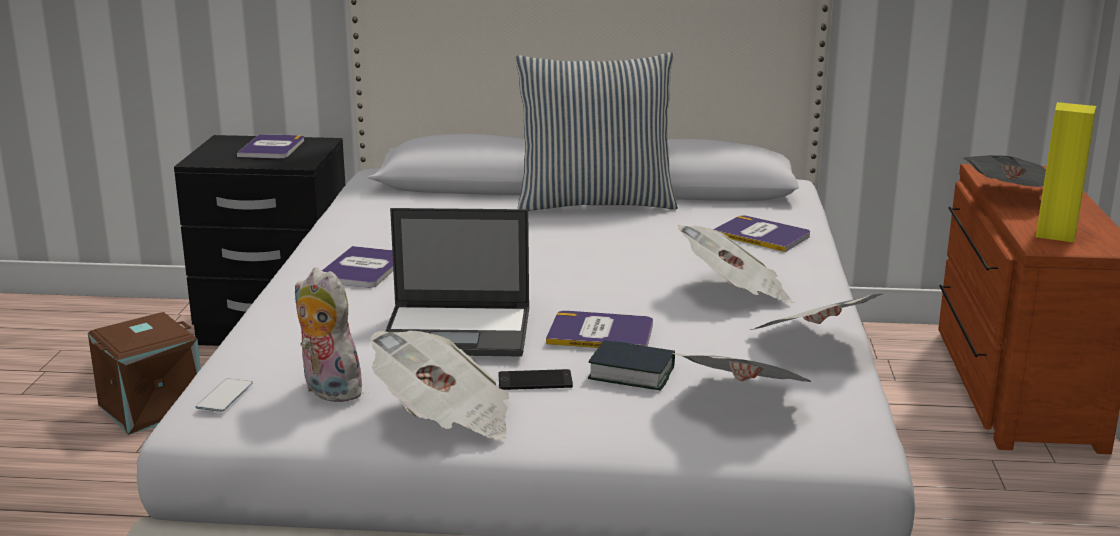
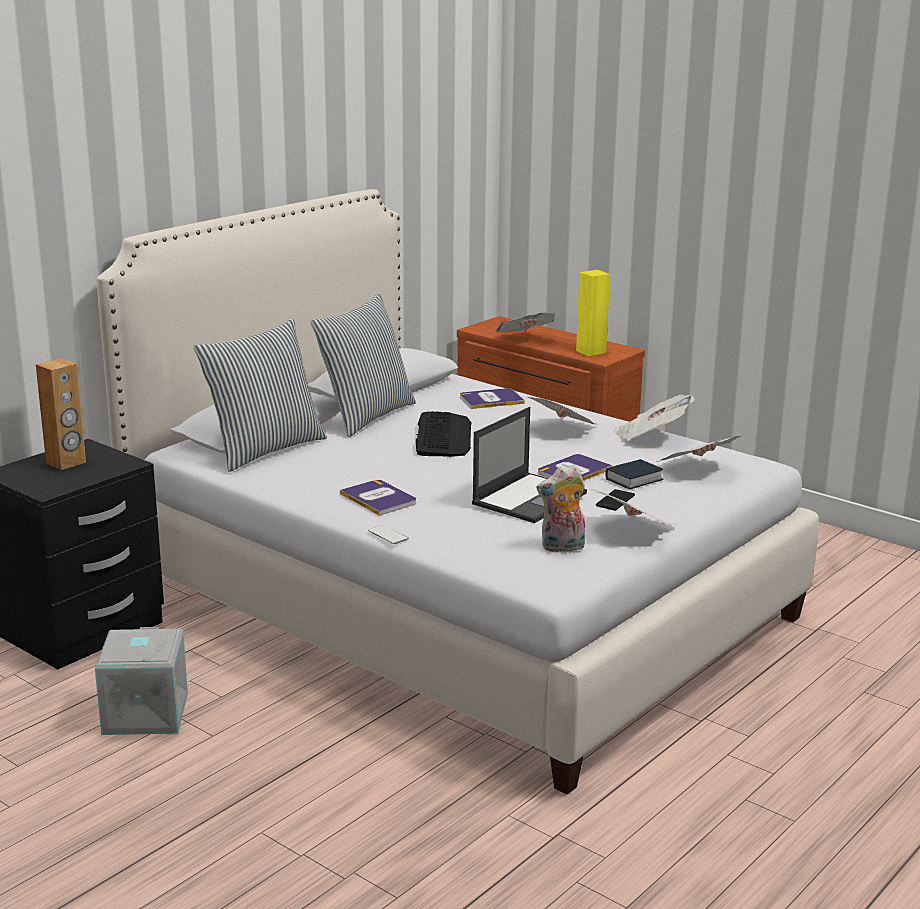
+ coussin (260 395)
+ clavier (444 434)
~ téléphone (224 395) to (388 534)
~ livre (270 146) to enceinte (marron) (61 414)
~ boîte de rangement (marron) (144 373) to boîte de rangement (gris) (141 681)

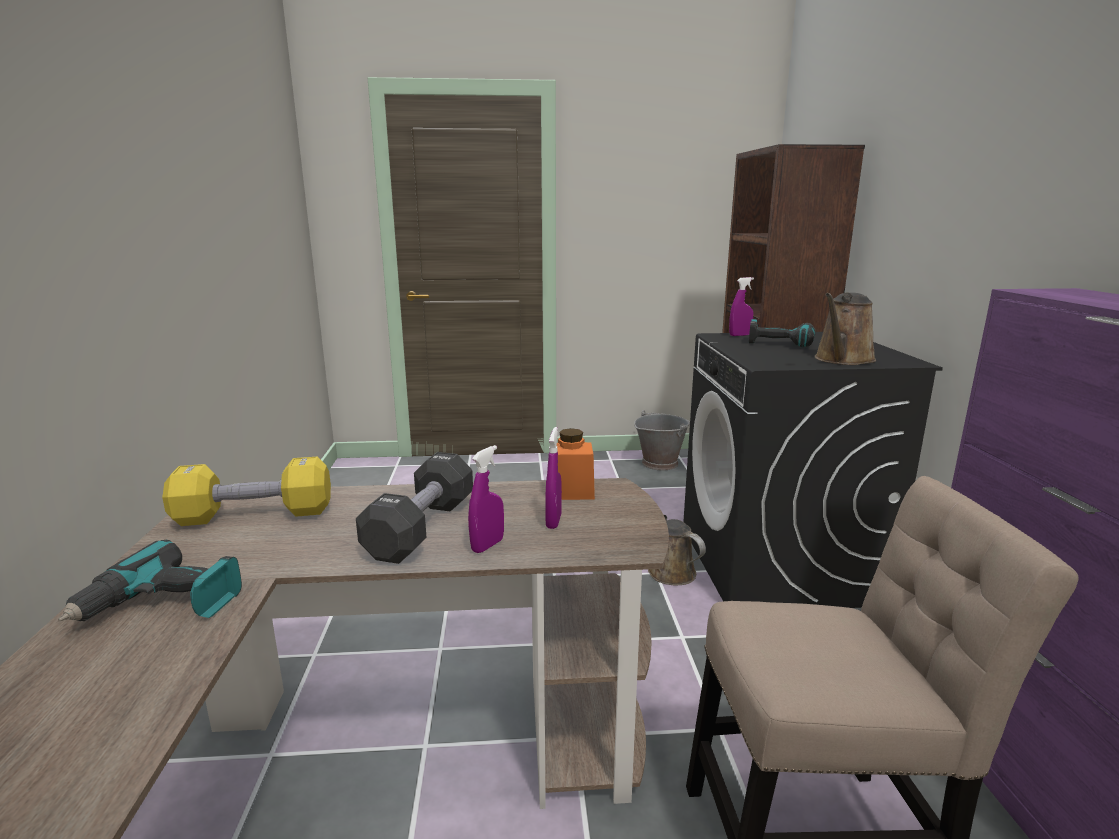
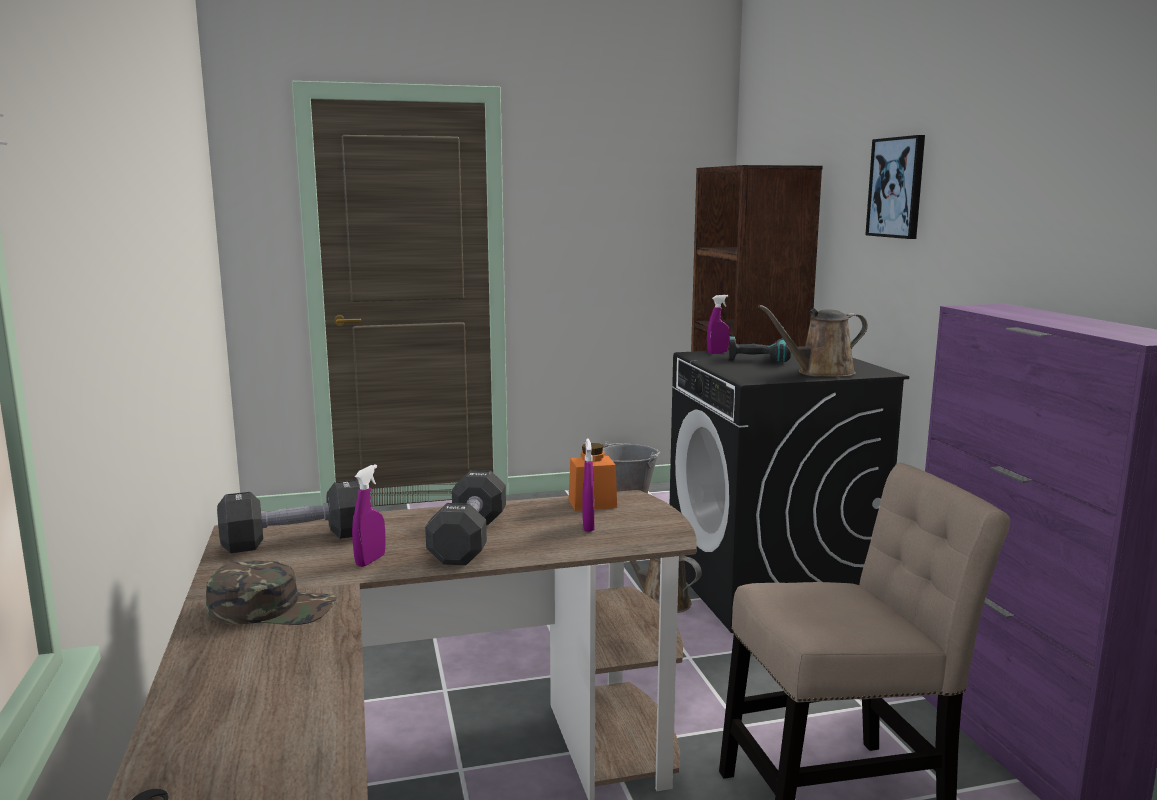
+ tableau (895 187)
~ vaporisateur (violet) (486 499) to (369 515)
~ perceuse (150 581) to casquette (vert) (271 592)
~ haltère (jaune) (246 491) to haltère (noir) (288 516)
~ arrosoir (marron) (845 328) = (813 341) 45 degrees clockwise

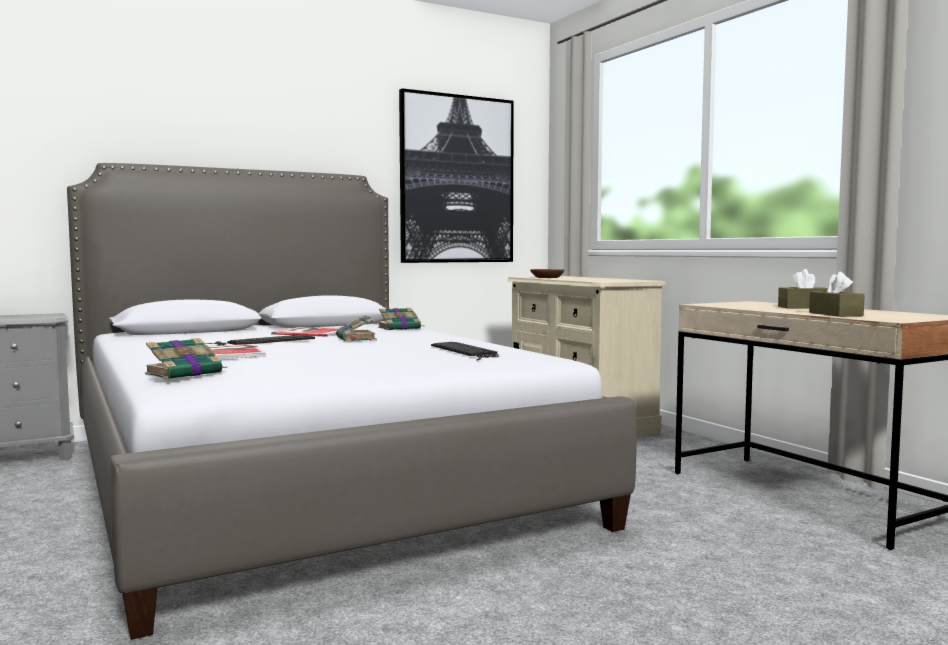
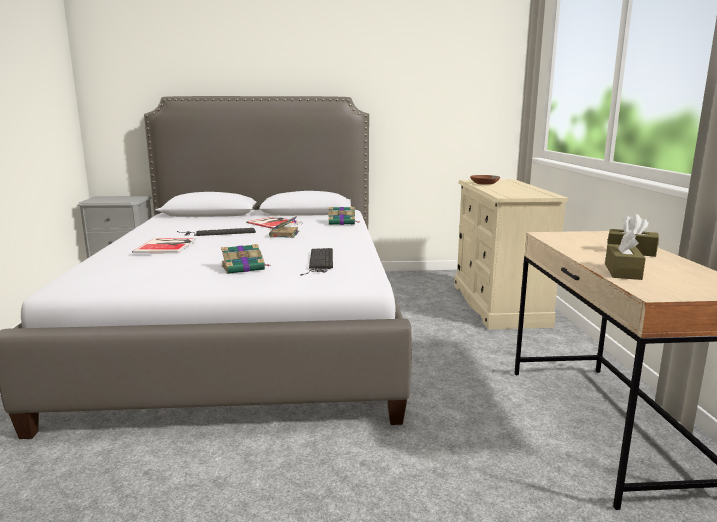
- tableau (456 175)
~ livre (186 358) to (245 259)

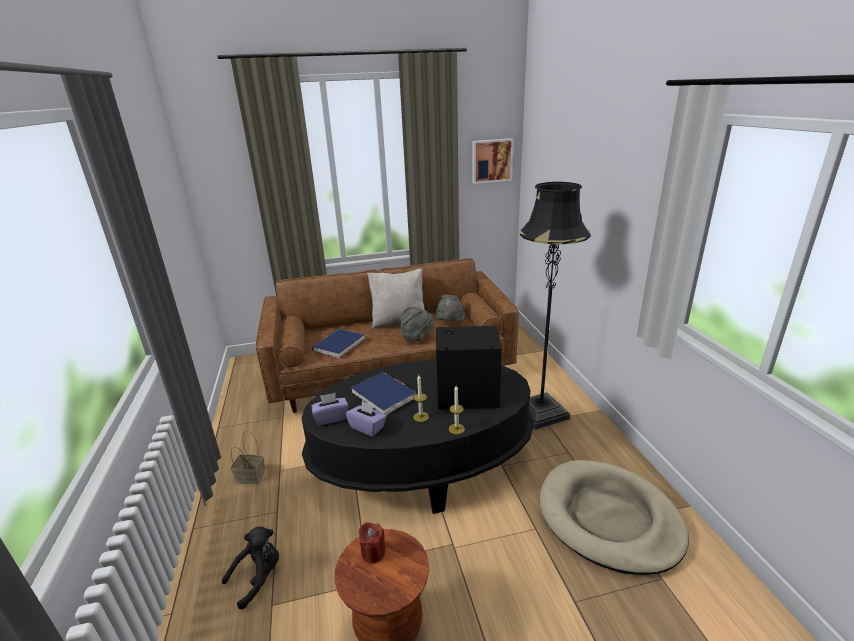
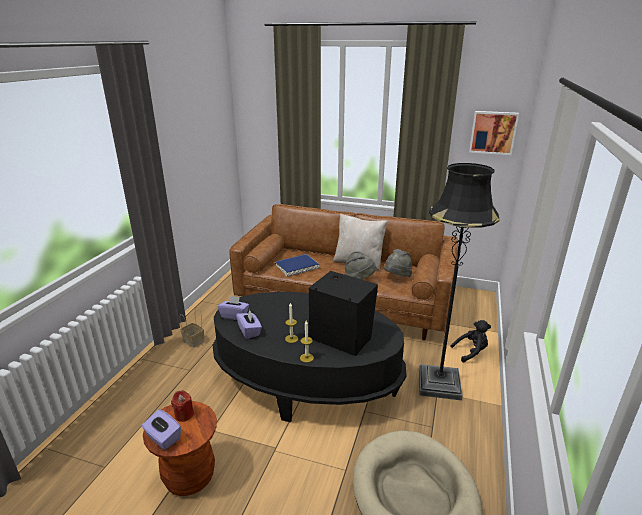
- livre (bleu) (384 393)
+ boîte à mouchoirs (violet) (161 429)
~ peluche (noir) (250 568) to (471 341)

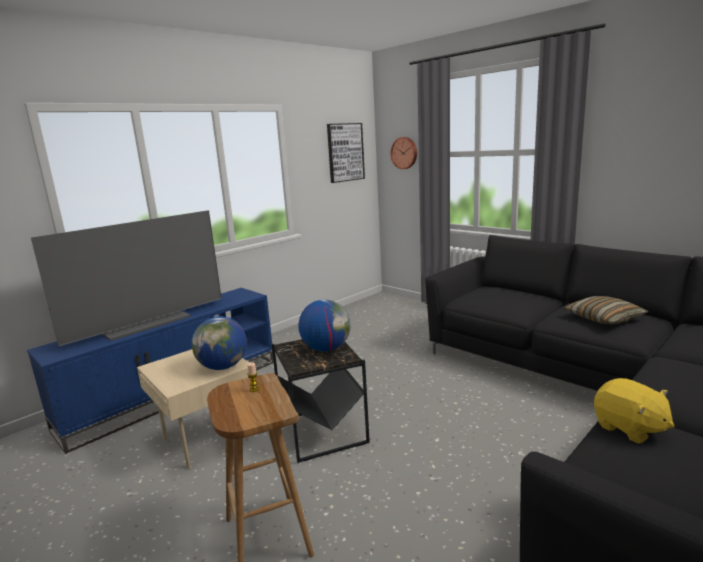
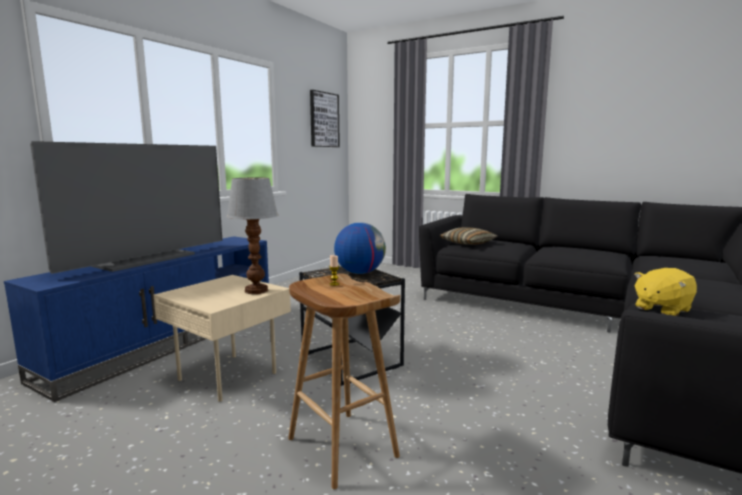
- horloge murale (403 153)
~ coussin (607 310) to (469 236)
~ globe (219 343) to lampe de table (252 235)
~ peluche (jaune) (634 411) = (665 292) 105 degrees clockwise

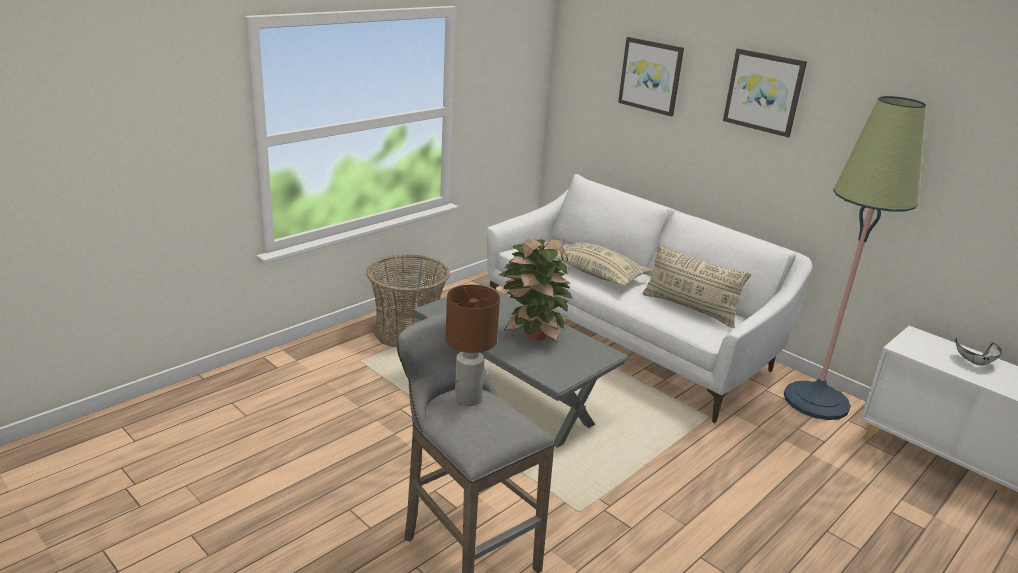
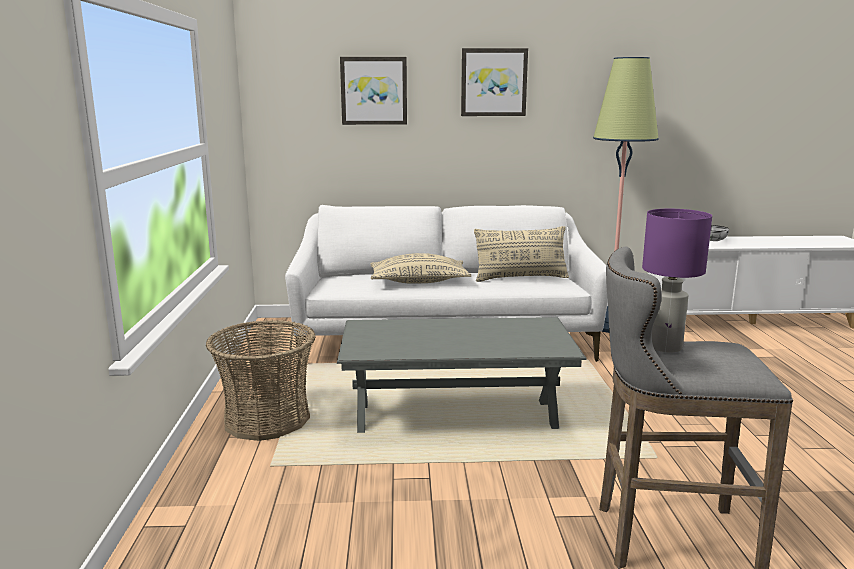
- plante en pot (536 290)
~ lampe de table (marron) (472 345) to lampe de table (violet) (677 281)

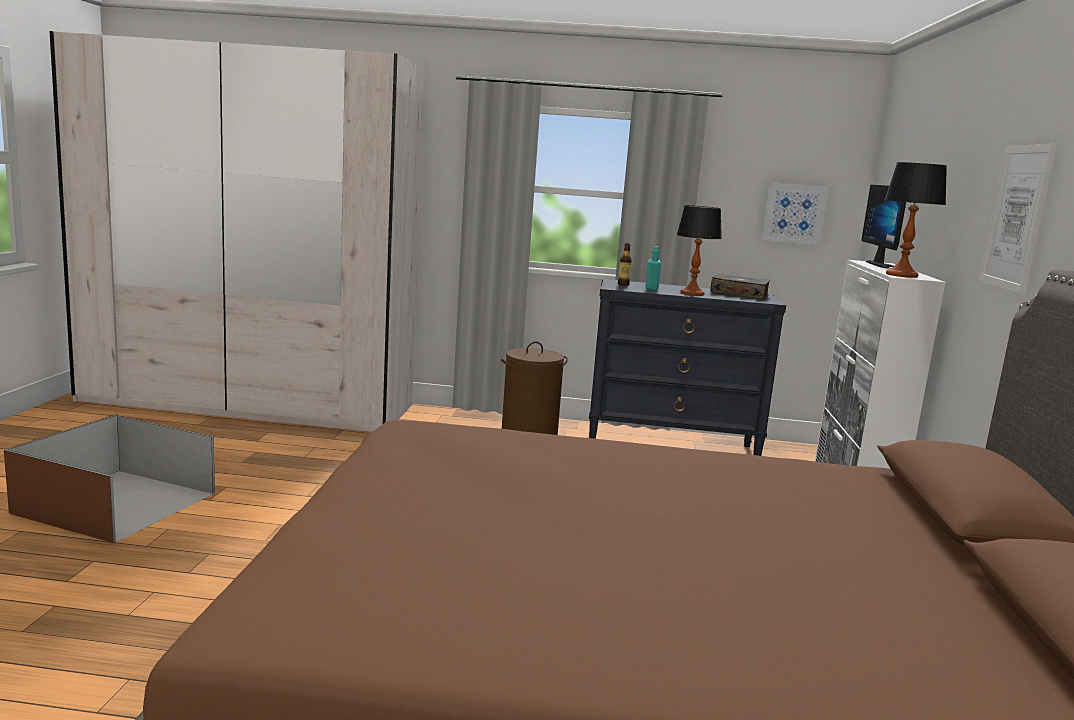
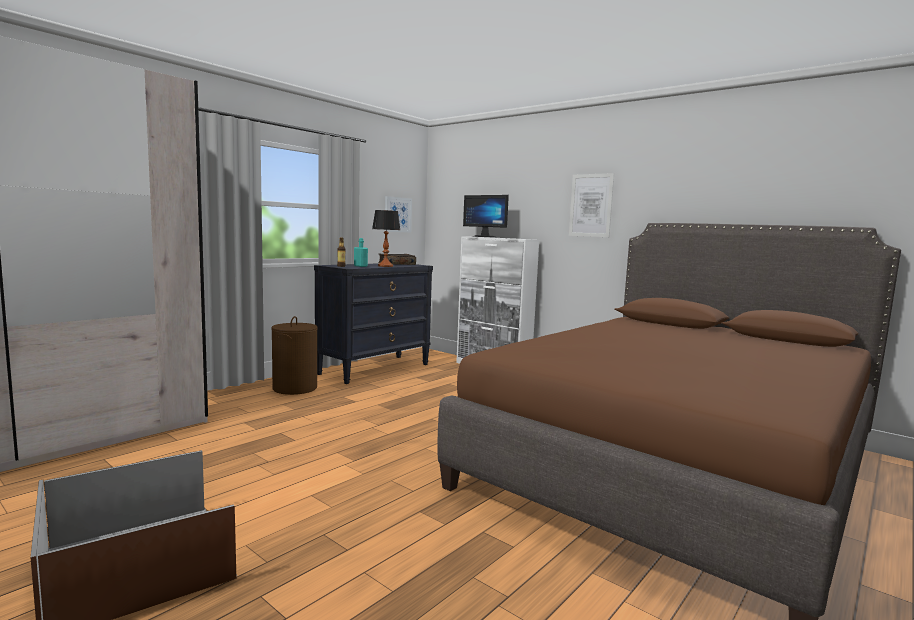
- lampe de table (916 220)

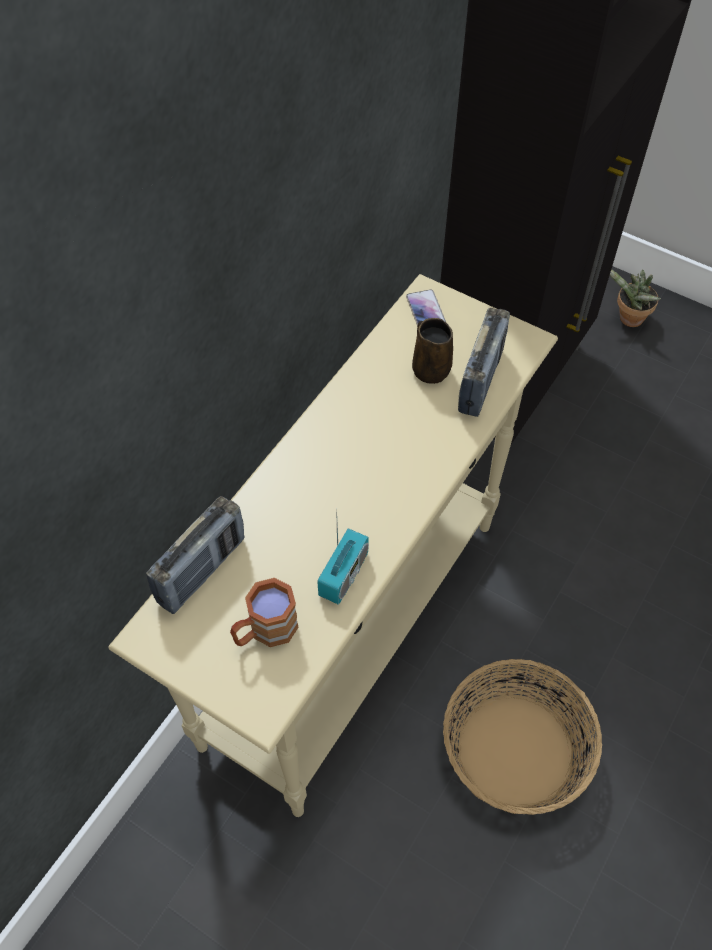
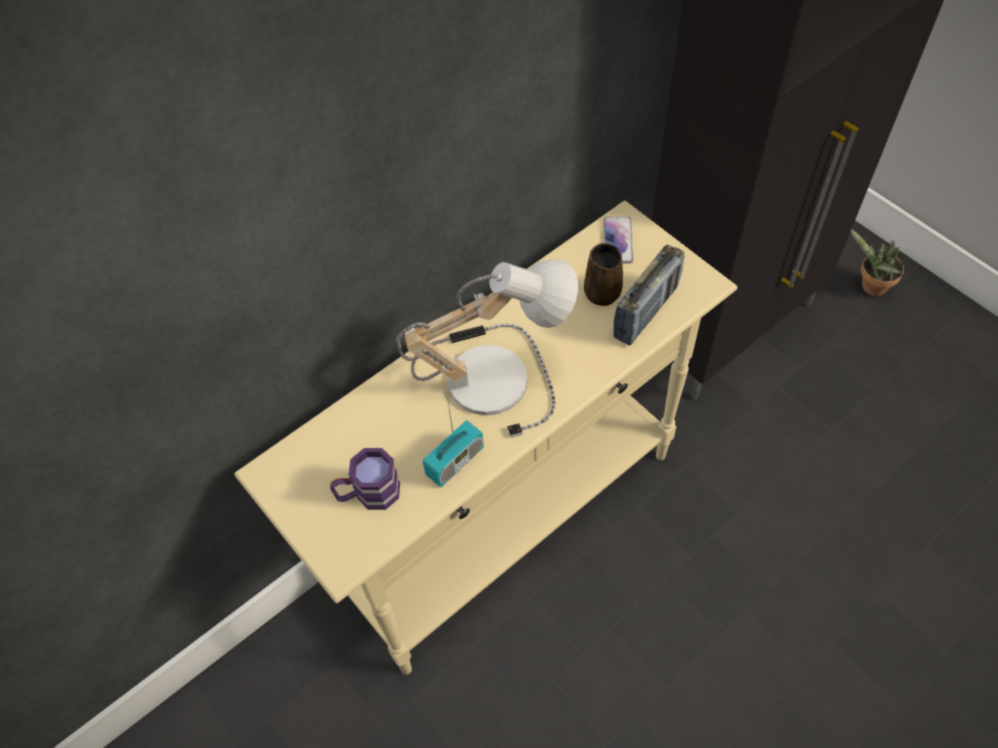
- radio (195 555)
- panier (522 737)
+ lampe de table (487 348)
~ mug (marron) (264 612) to mug (violet) (365 479)

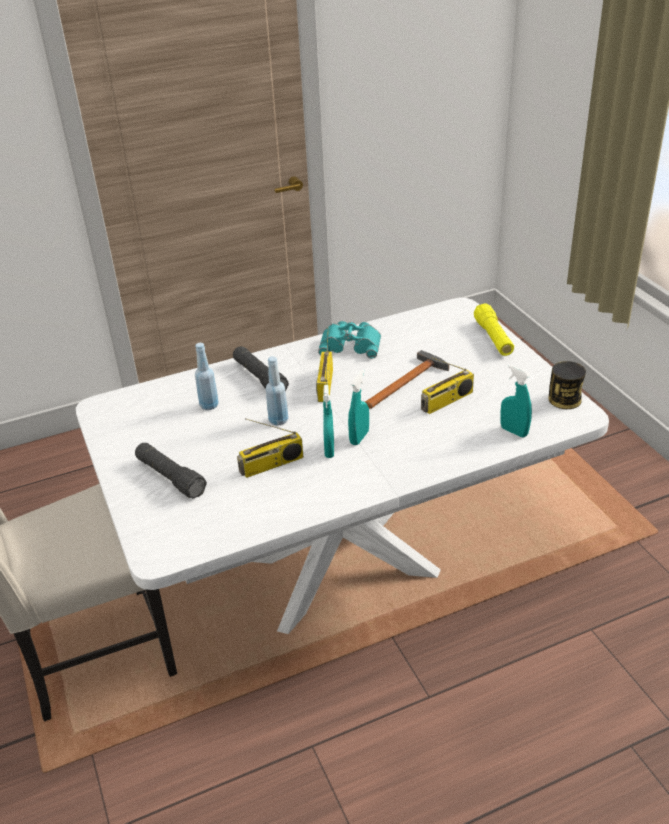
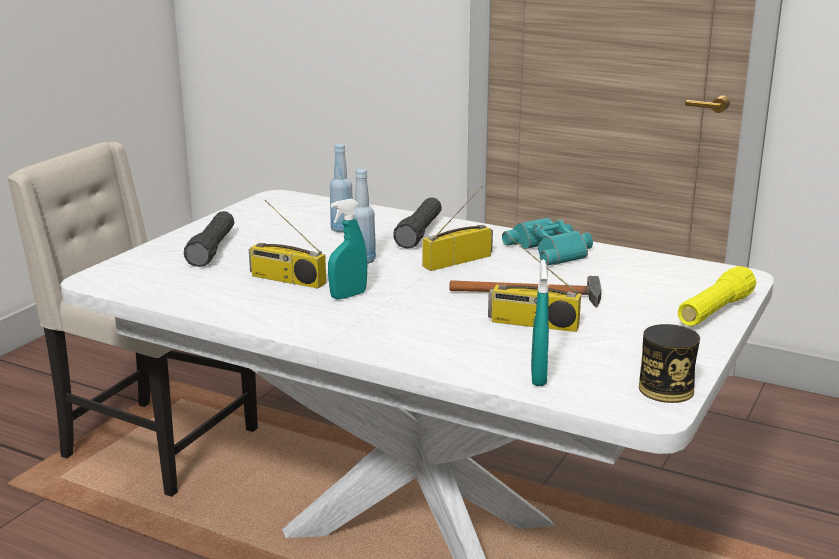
- vaporisateur (turquoise) (358 407)

